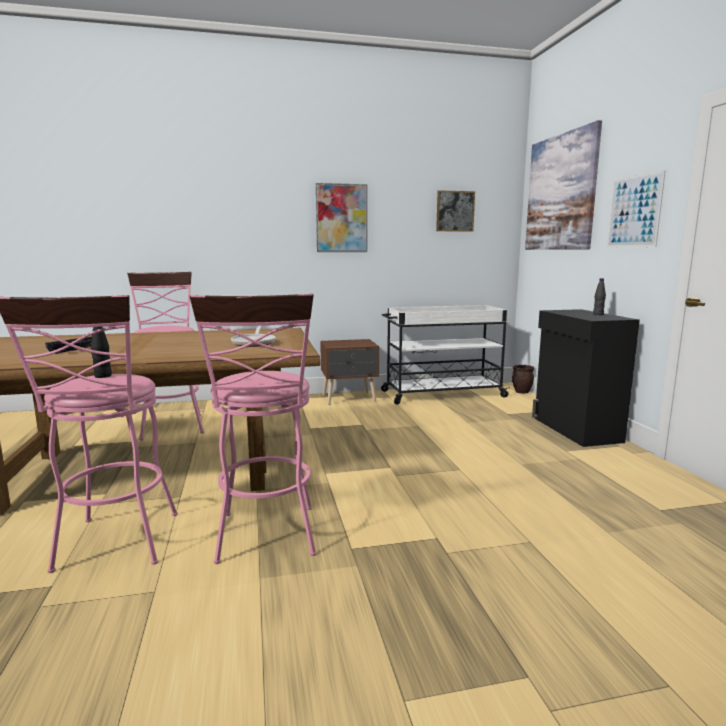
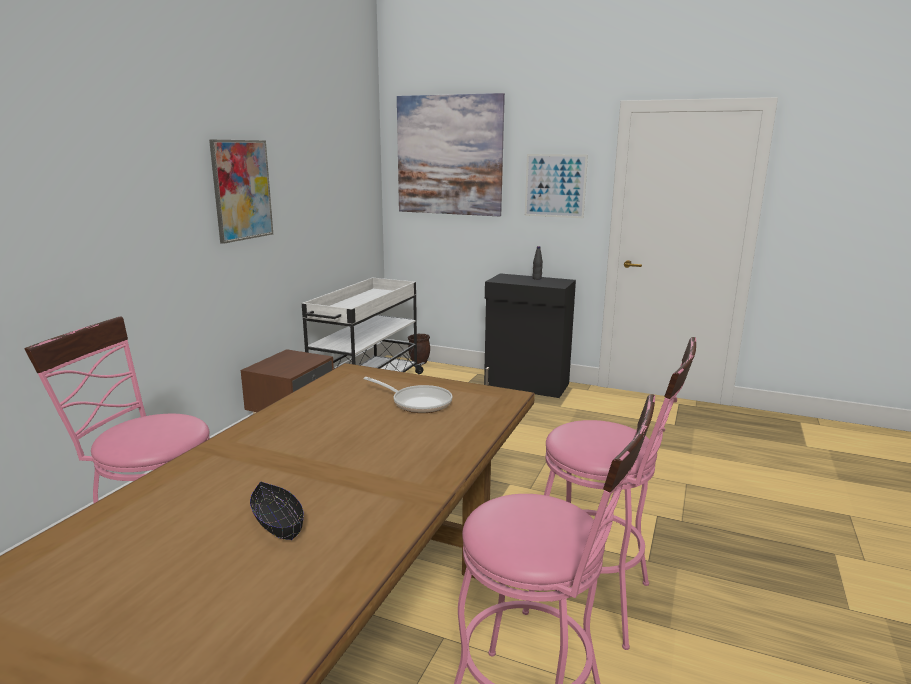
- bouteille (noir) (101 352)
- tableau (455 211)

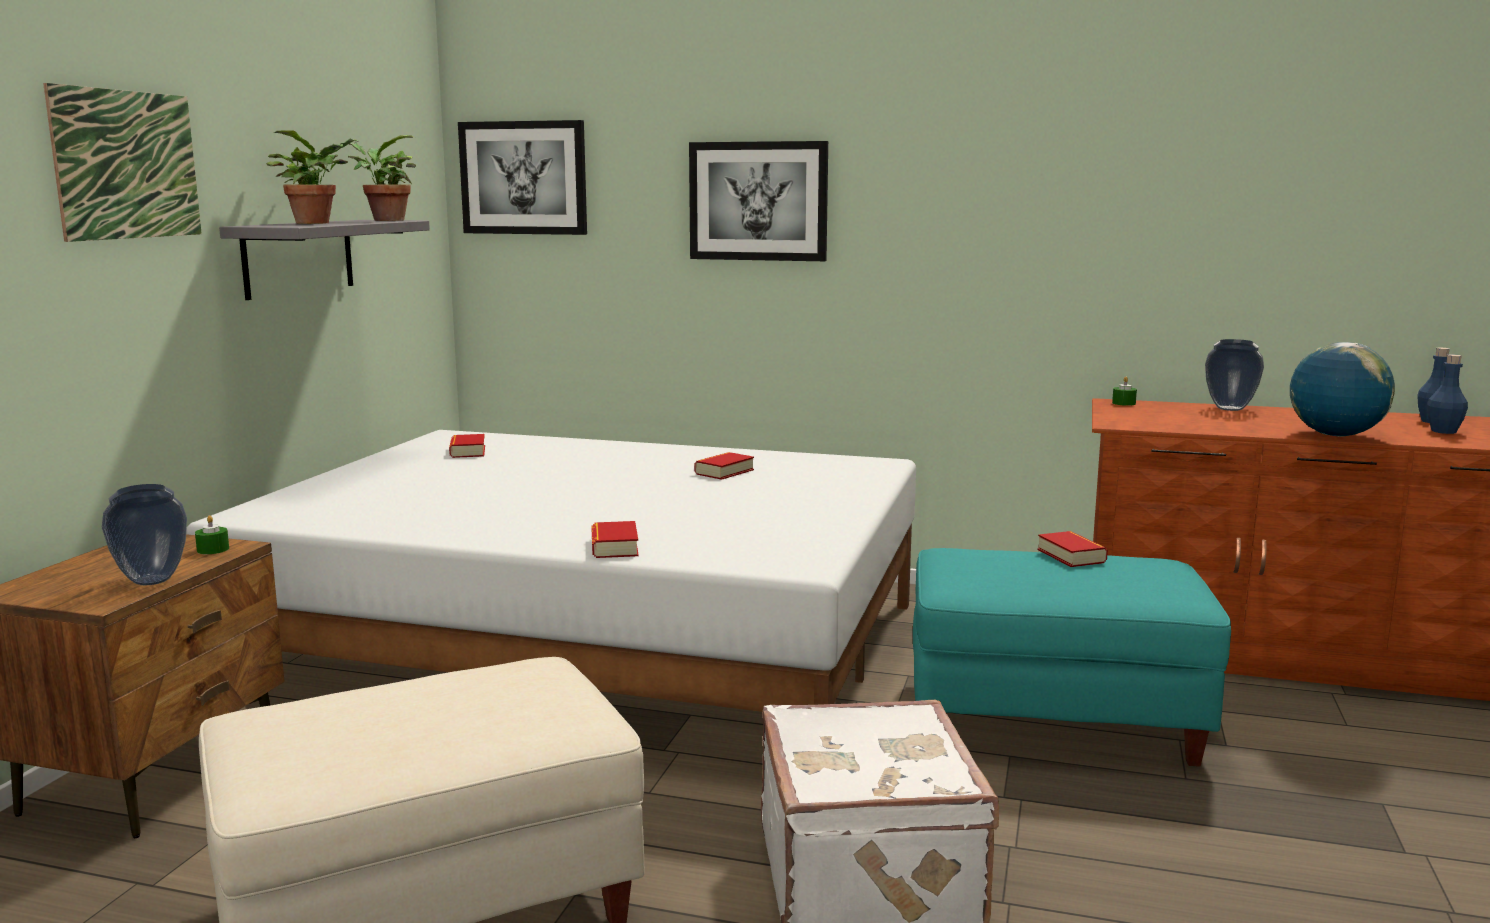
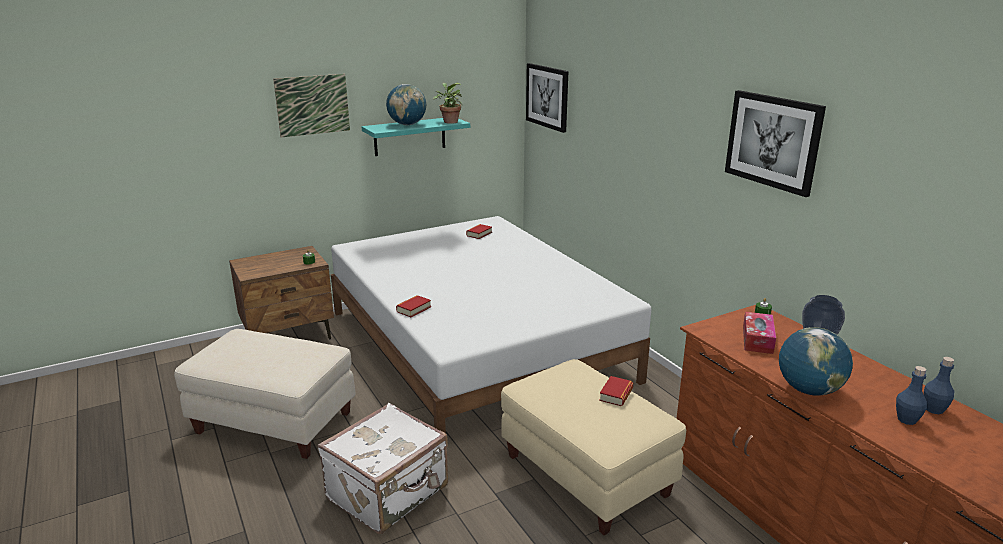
- vase (144 534)
- livre (724 466)
+ boîte à mouchoirs (759 333)
~ tableau (758 201) to (775 143)
~ plante en pot (312 177) to globe (406 104)
~ étagère (gris) (324 260) to étagère (turquoise) (416 137)
~ pouf (turquoise) (1072 657) to pouf (beige) (593 447)

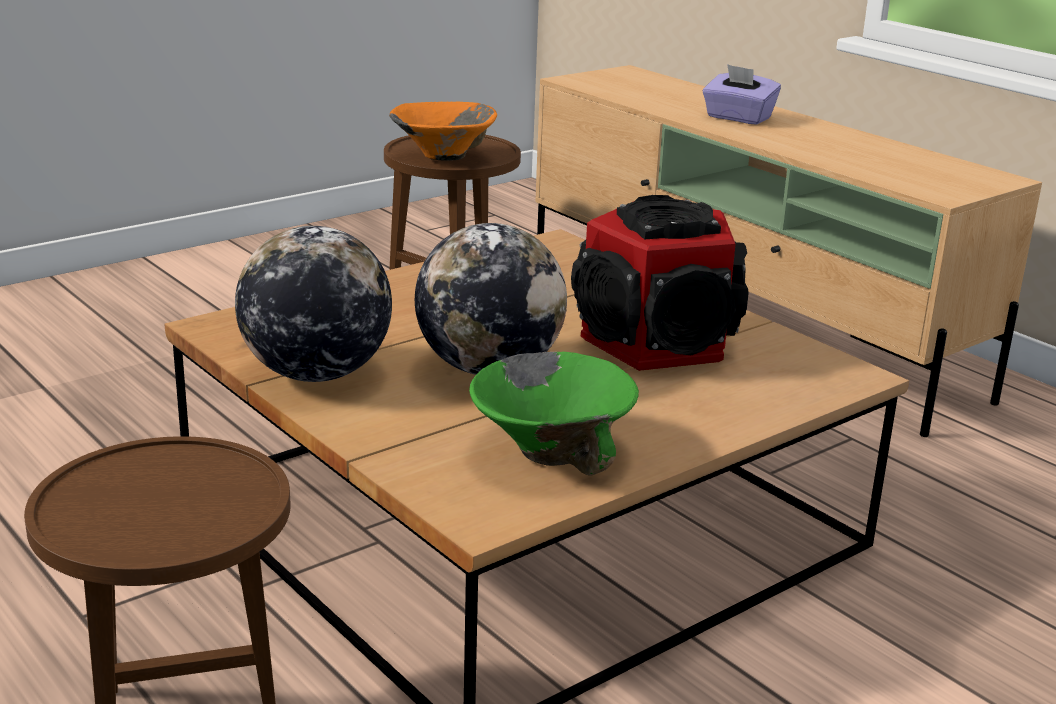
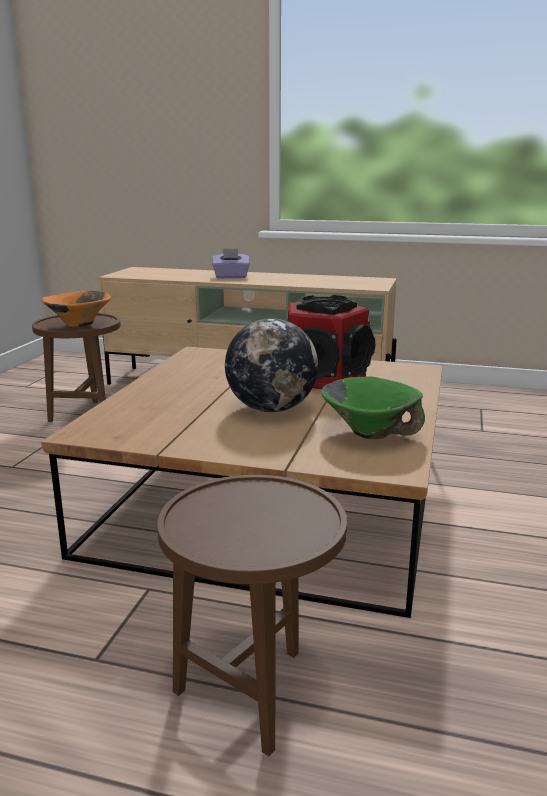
- globe (313 304)

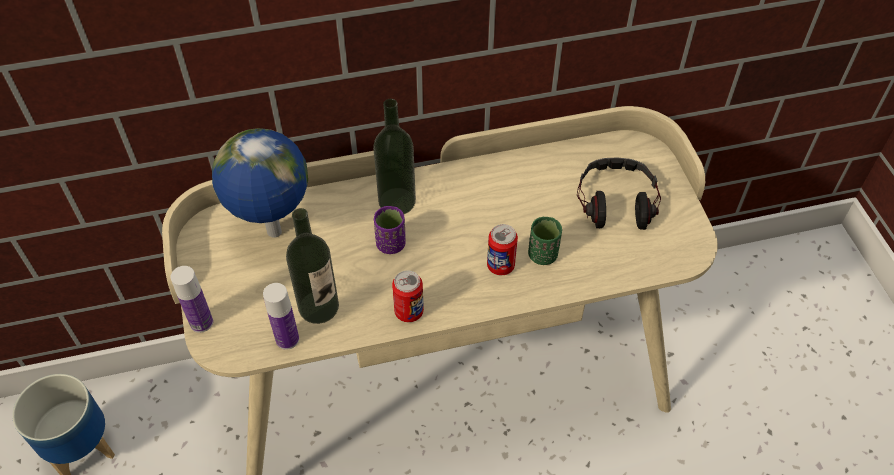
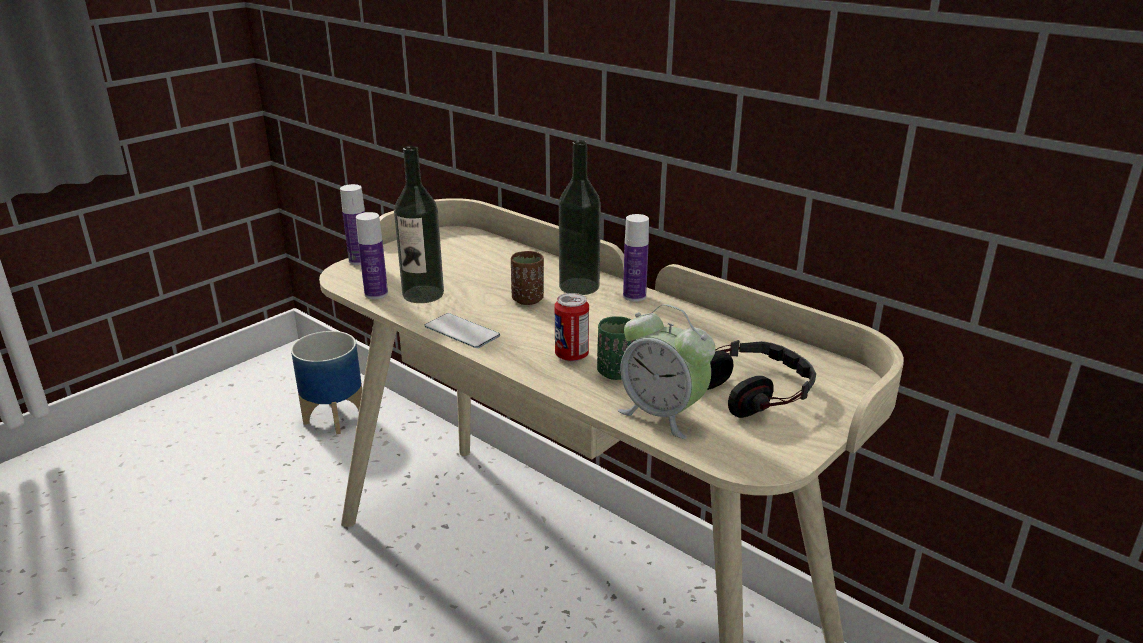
- globe (260 183)
+ réveil (666 371)
+ bouteille (636 258)
~ boîte métallique (408 296) to téléphone (462 330)
~ tasse (violet) (390 230) to tasse (marron) (527 278)

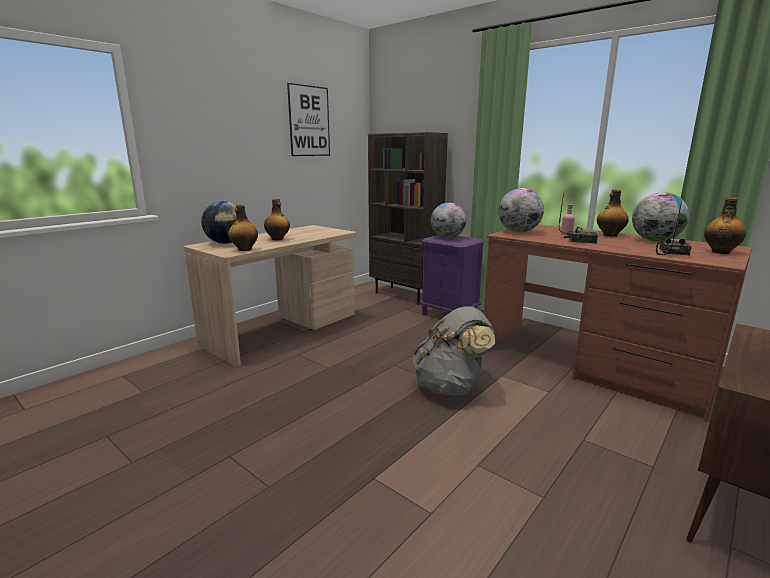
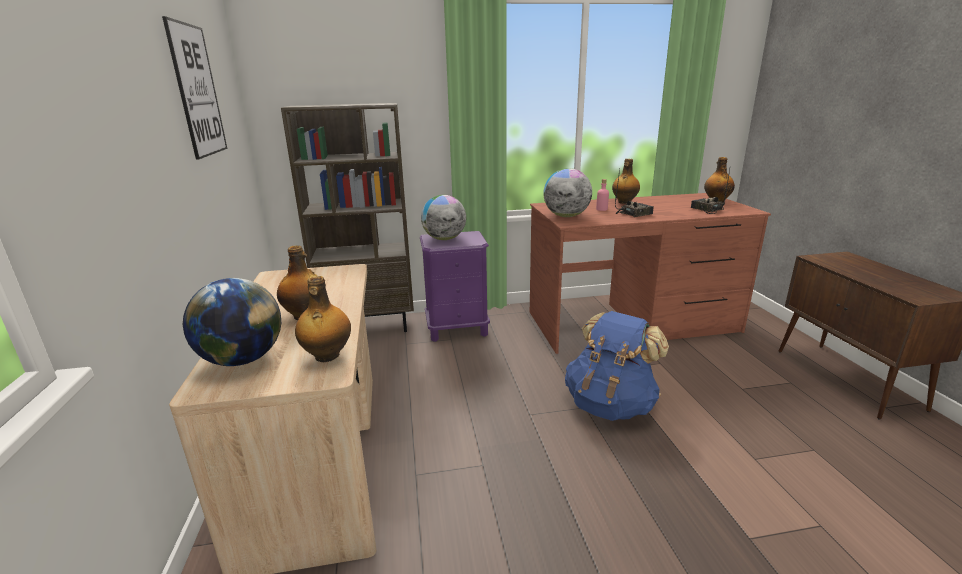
- globe (660 217)
~ sac à dos (gris) (454 351) to sac à dos (bleu) (617 366)

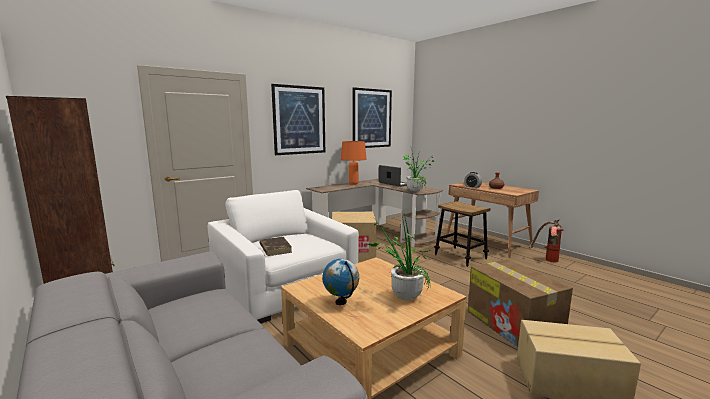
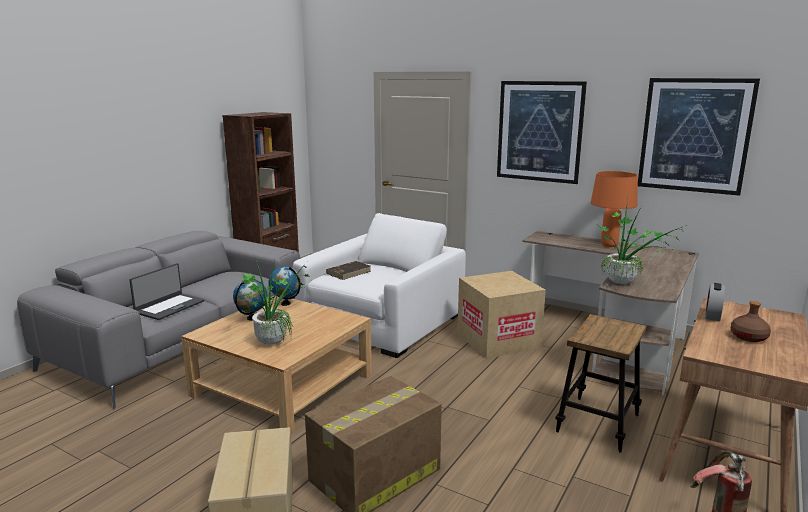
+ globe (285 286)
~ ordinateur portable (393 176) to (167 291)

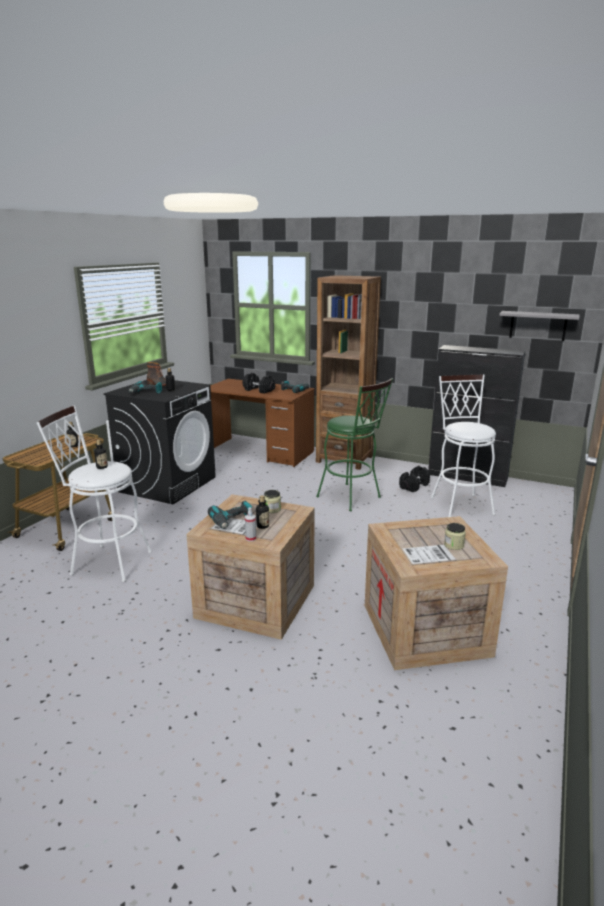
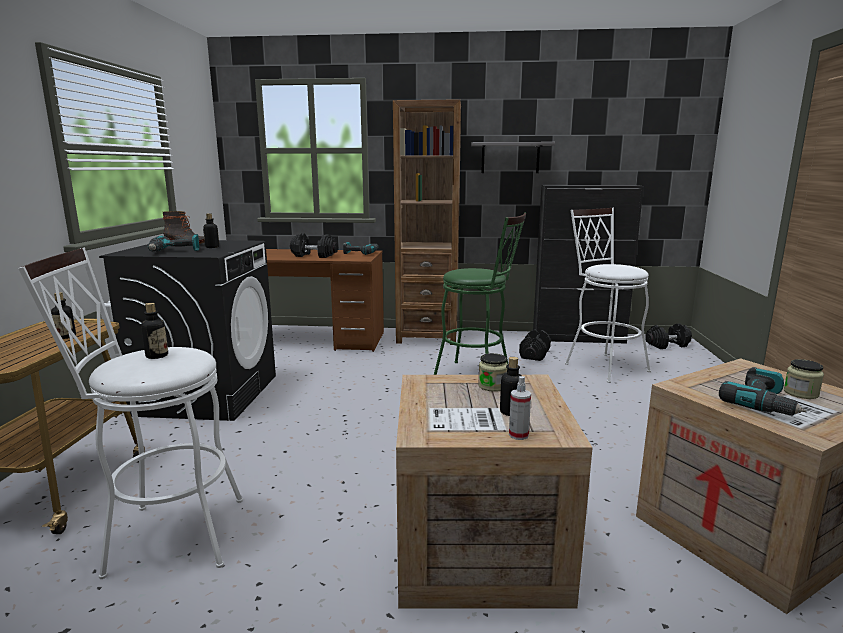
+ haltère (noir) (668 336)
~ perceuse (230 514) to (763 391)
~ étagère (gris) (539 326) to (513 157)

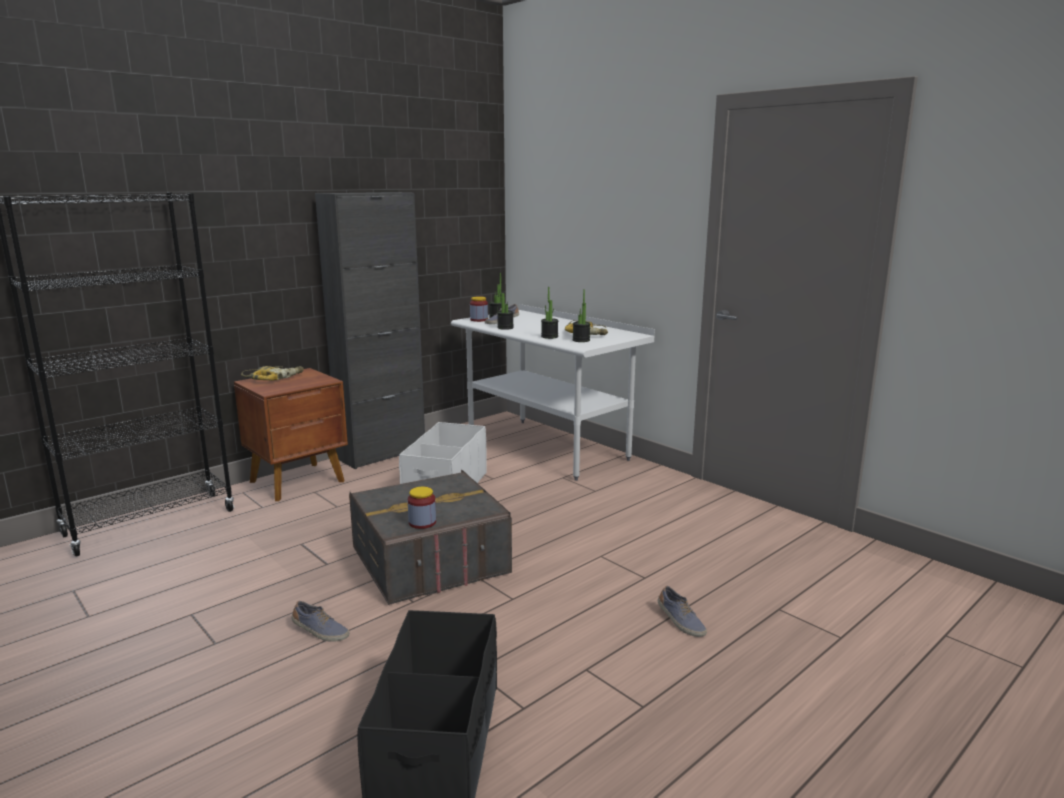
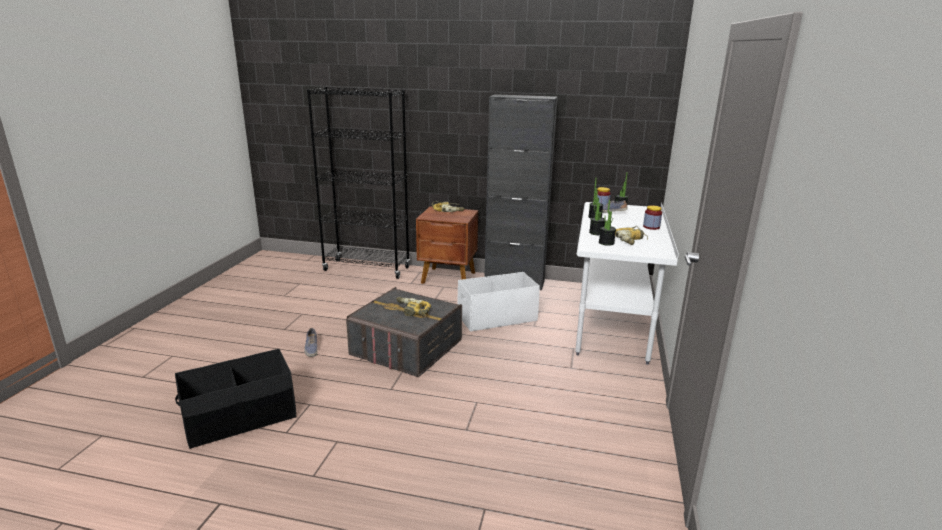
- chaussure (682 611)
+ perceuse (412 306)
~ bocal (422 508) to (652 217)

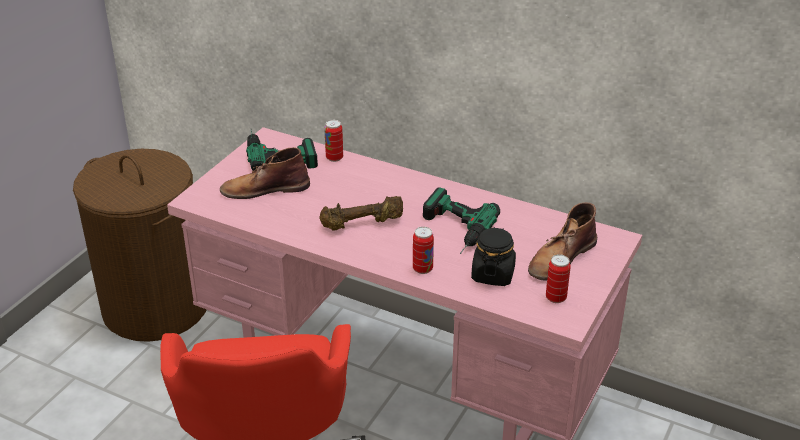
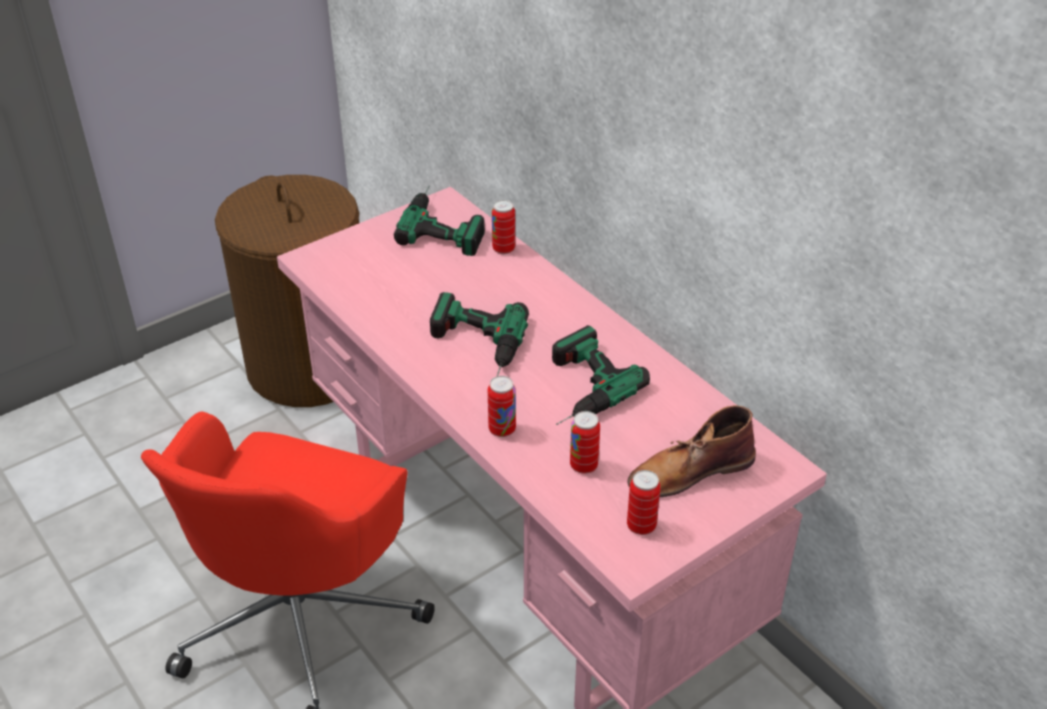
- botte (marron) (265 173)
~ haltère (marron) (361 213) to perceuse (479 334)
~ bocal (noir) (493 256) to boîte métallique (585 442)

